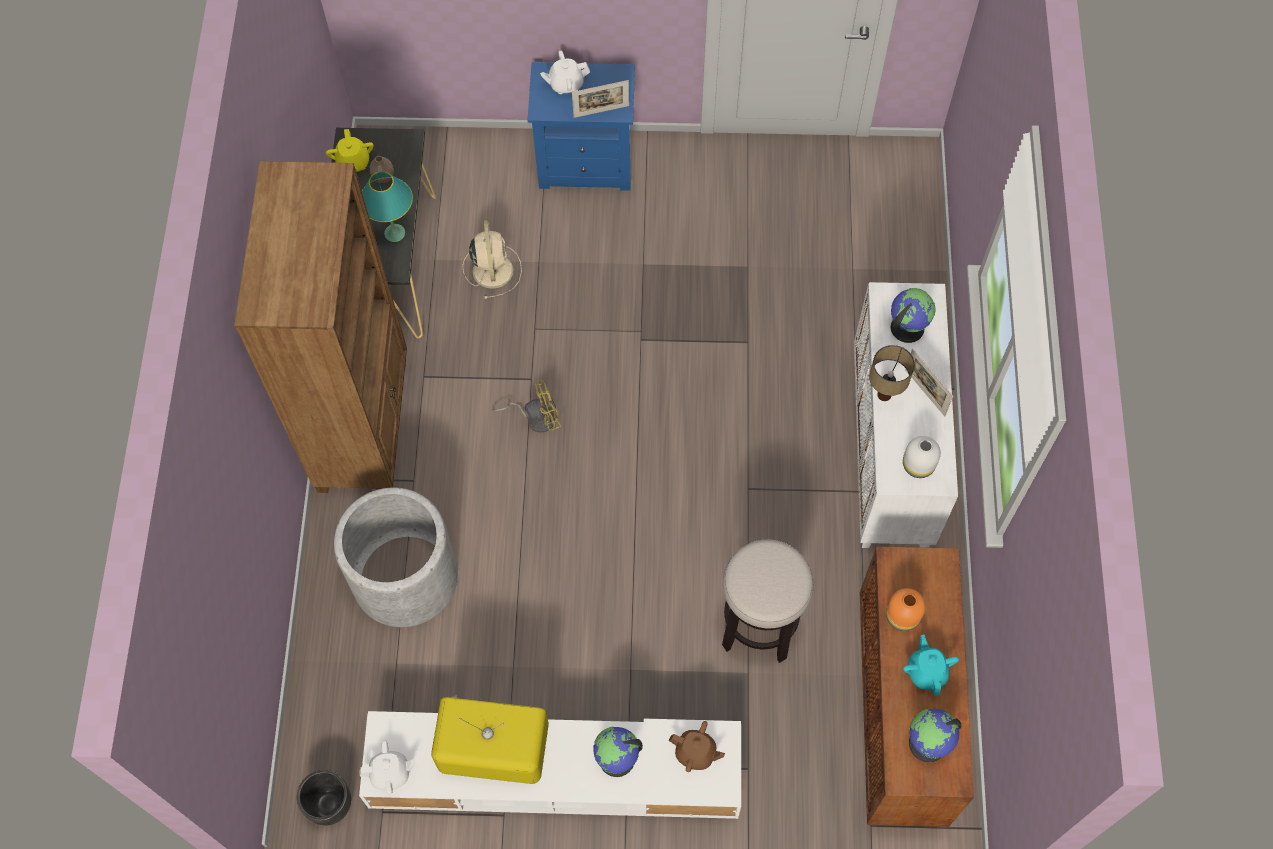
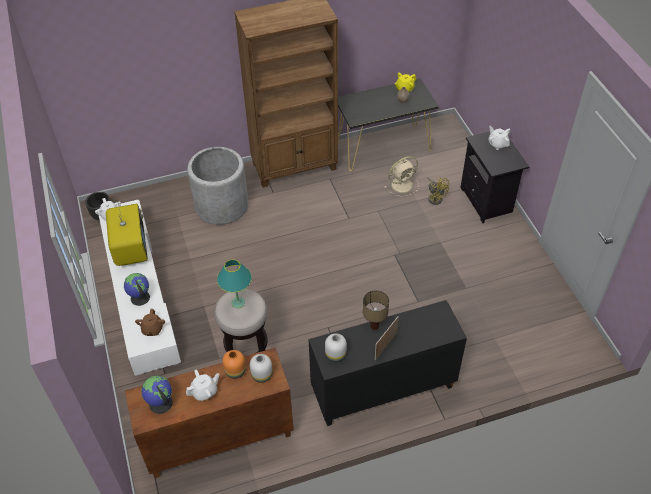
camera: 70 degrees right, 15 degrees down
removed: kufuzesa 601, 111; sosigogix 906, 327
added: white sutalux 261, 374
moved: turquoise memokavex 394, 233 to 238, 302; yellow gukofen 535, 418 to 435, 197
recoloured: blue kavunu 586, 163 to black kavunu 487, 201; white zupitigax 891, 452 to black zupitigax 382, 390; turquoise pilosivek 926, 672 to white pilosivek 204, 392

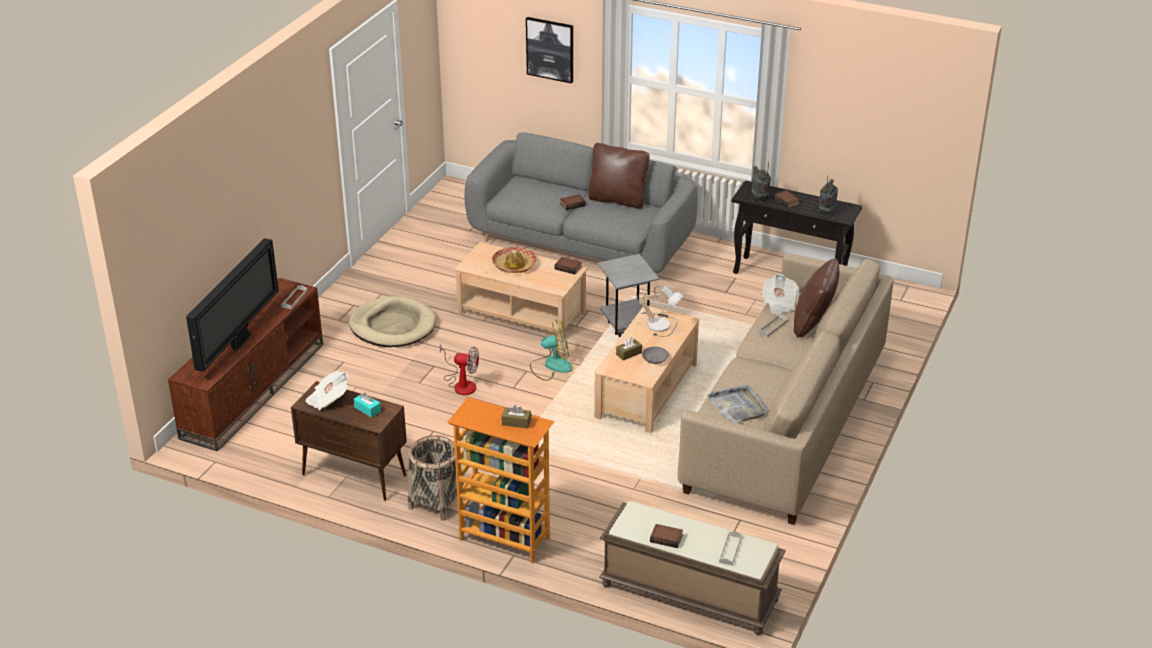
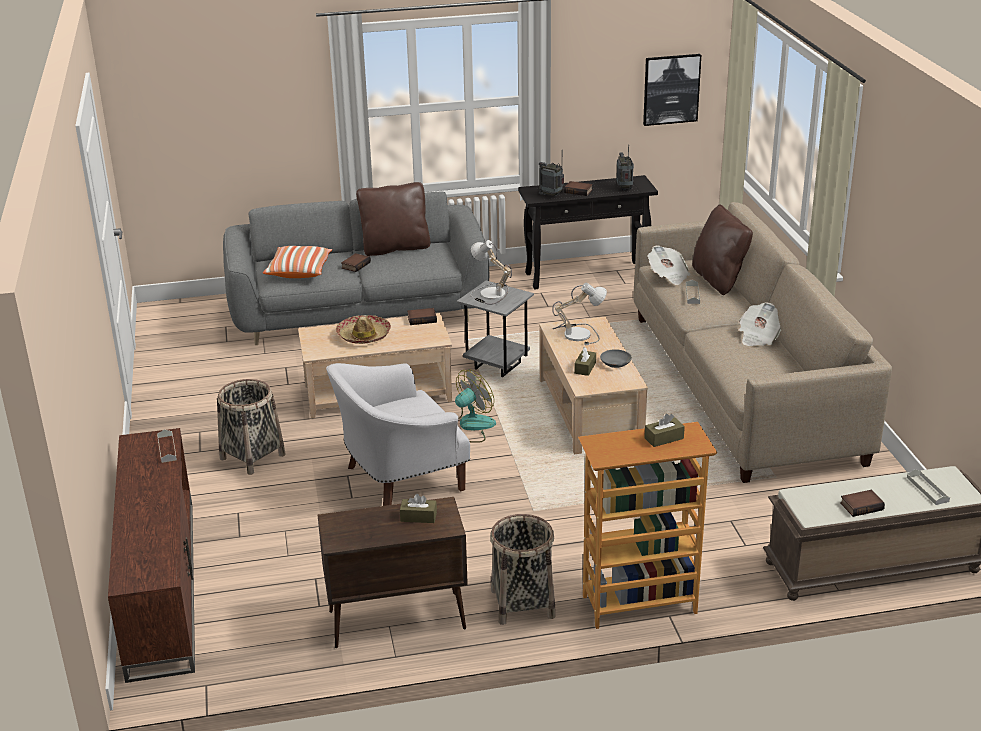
camera: 35 degrees left, 5 degrees down
removed: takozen 240, 341; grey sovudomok 738, 406
added: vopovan 299, 271; memokavex 489, 294
moved: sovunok 328, 399 to 759, 337; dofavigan 550, 49 to 671, 89
replaced: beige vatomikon 392, 326 to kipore 252, 456; gukofen 461, 384 to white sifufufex 399, 480
recoloured: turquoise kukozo 367, 409 to brown kukozo 418, 517

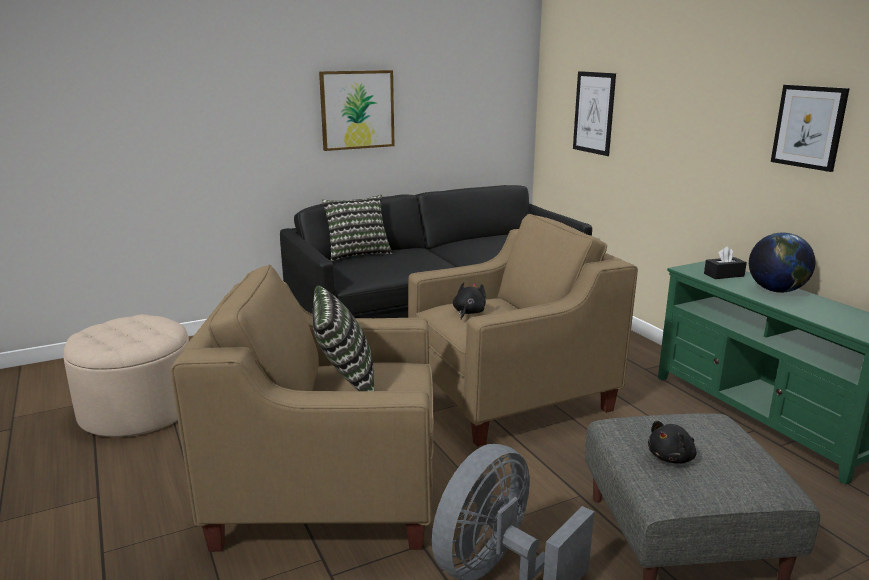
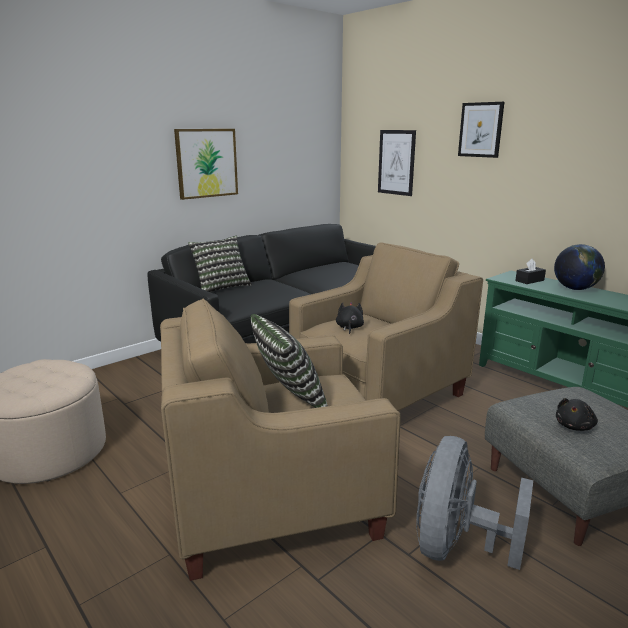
camera: 15 degrees left, 0 degrees up
moved: dofavigan 809, 127 to 480, 130

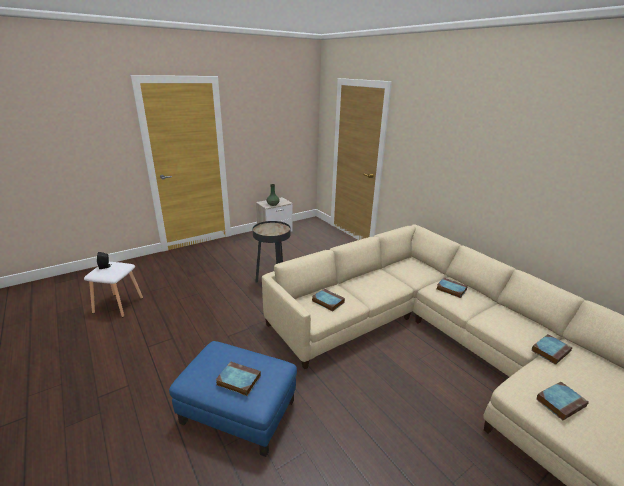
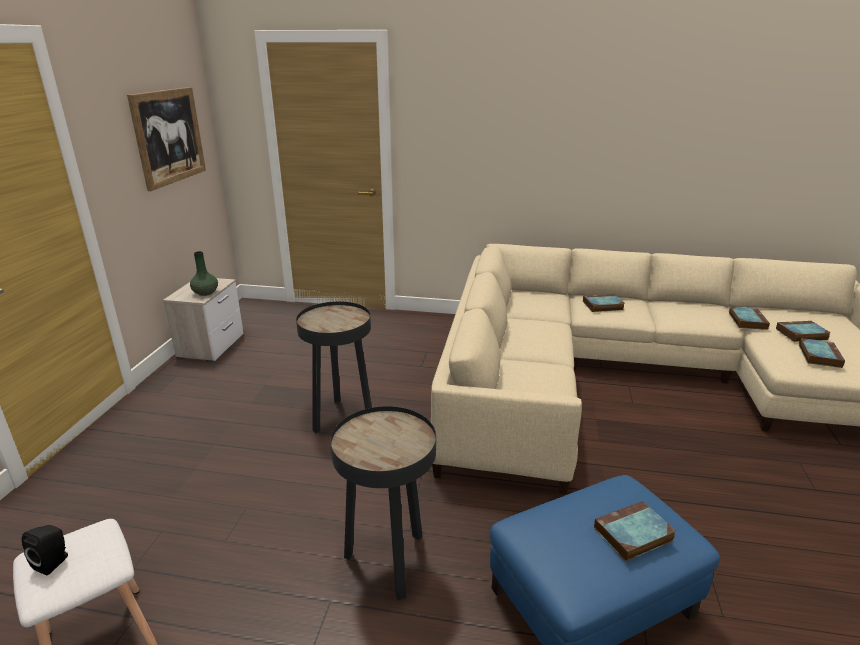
camera: 45 degrees left, 0 degrees up
added: dofavigan 169, 136; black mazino 388, 563
moved: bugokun 327, 301 to 801, 334

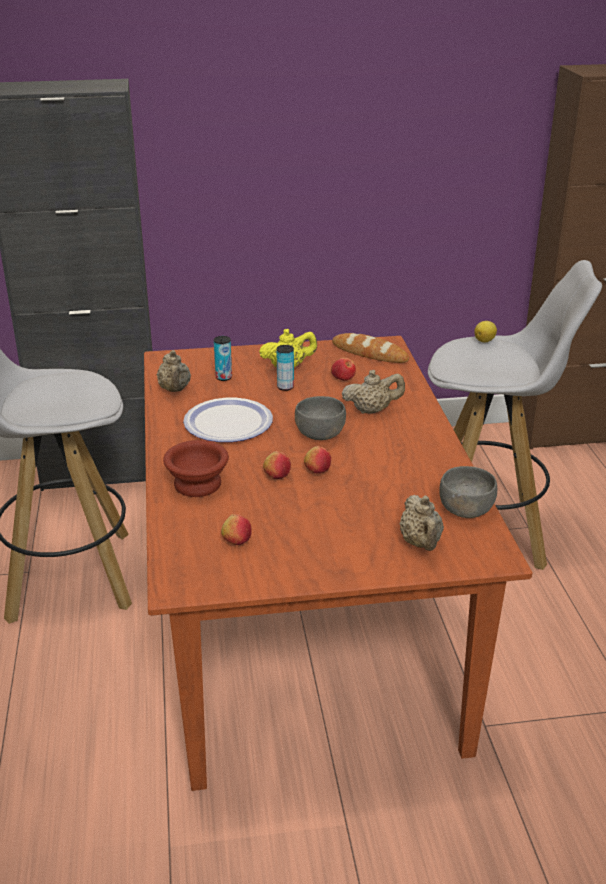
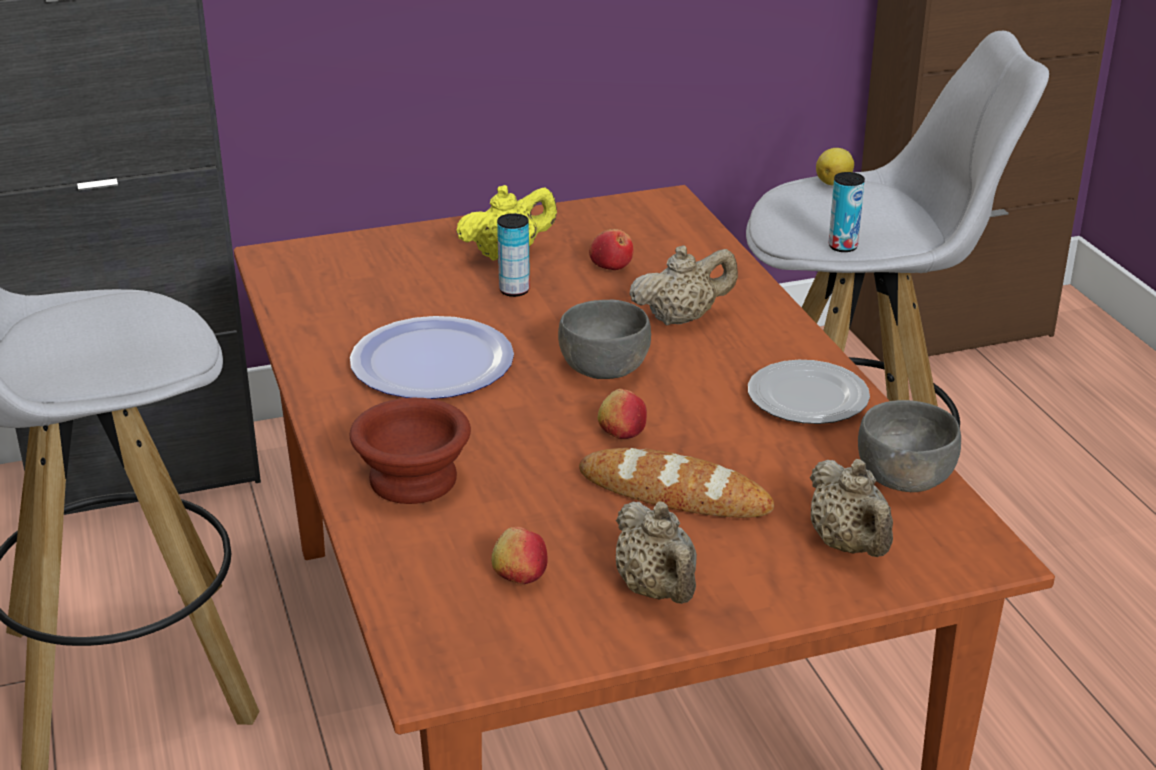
camera: 10 degrees left, 0 degrees up
removed: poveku 277, 475
added: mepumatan 809, 398
moved: beige pilosivek 175, 390 to 657, 590; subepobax 223, 377 to 843, 247; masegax 369, 353 to 674, 493

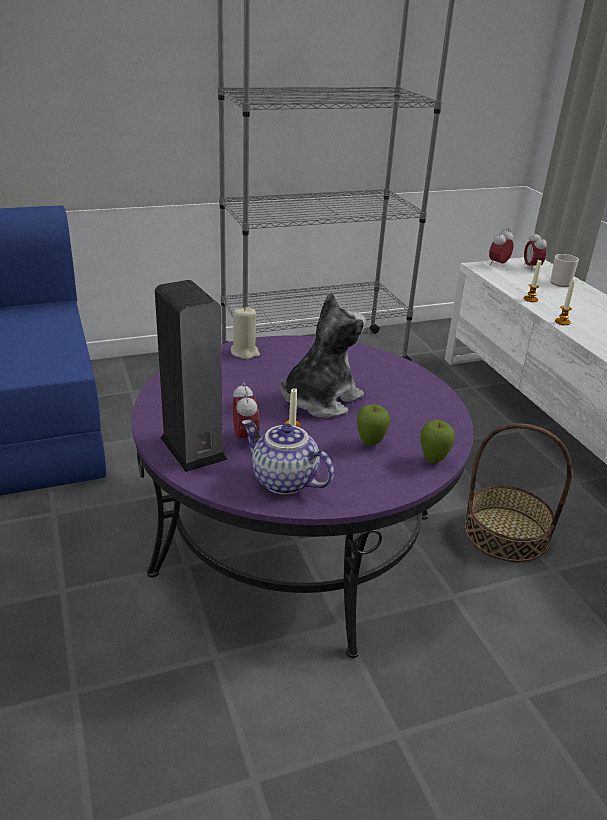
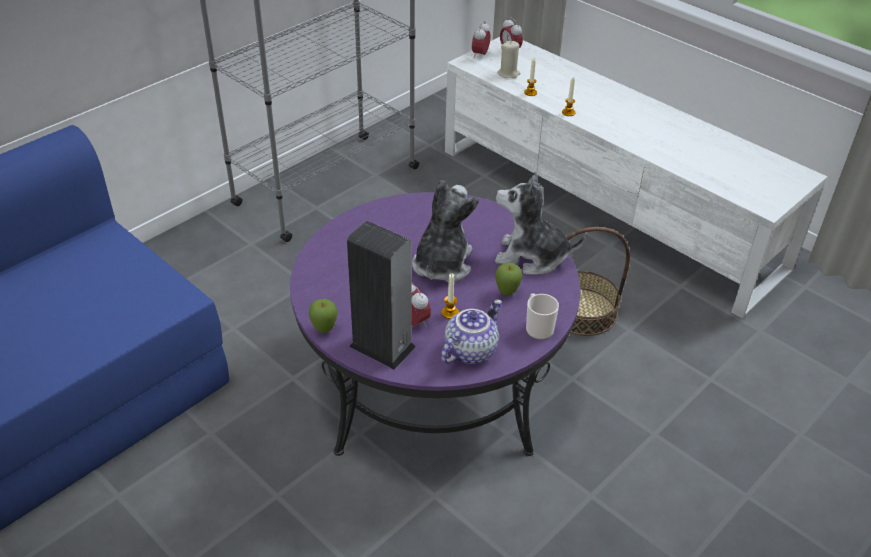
camera: 25 degrees left, 10 degrees up
added: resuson 531, 257
moved: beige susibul 245, 352 to 508, 74; poveku 433, 460 to 324, 330; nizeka 559, 282 to 538, 327
turned: pilosivek 283, 481 = 469, 350 120 degrees clockwise

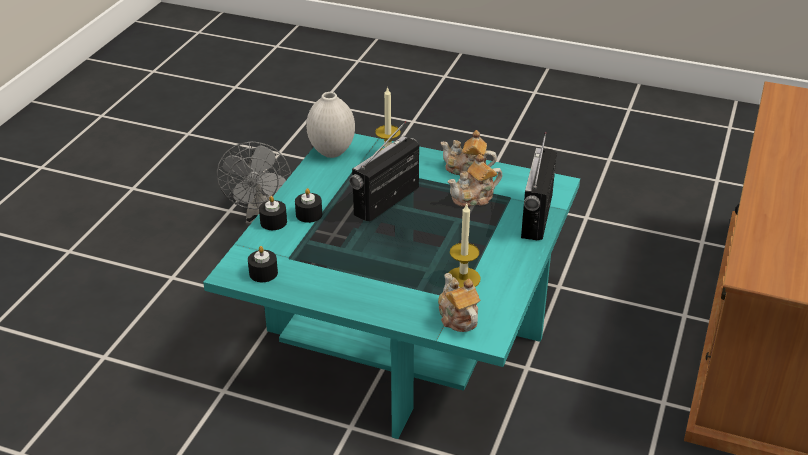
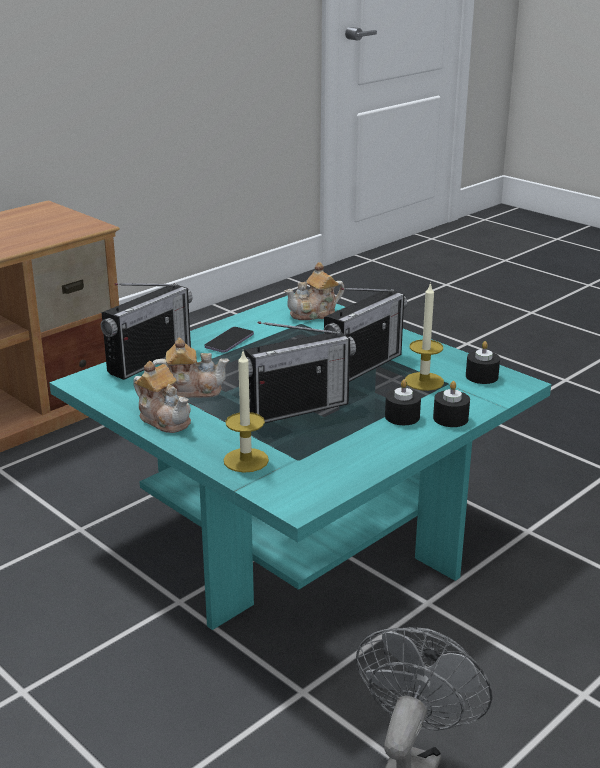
camera: 155 degrees left, 10 degrees down
removed: white sutalux 331, 152
added: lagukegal 229, 341; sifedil 363, 366
moved: susibul 463, 278 to 424, 381
turned: pilosivek 457, 317 = 314, 313 60 degrees clockwise

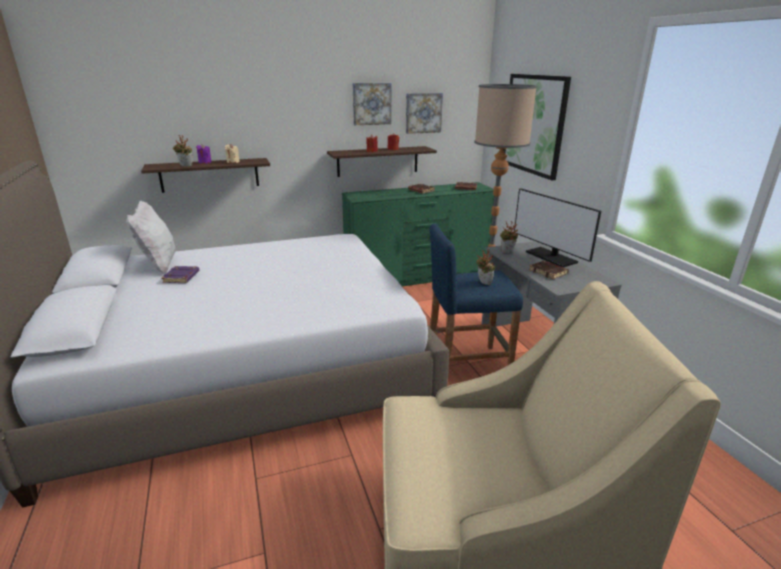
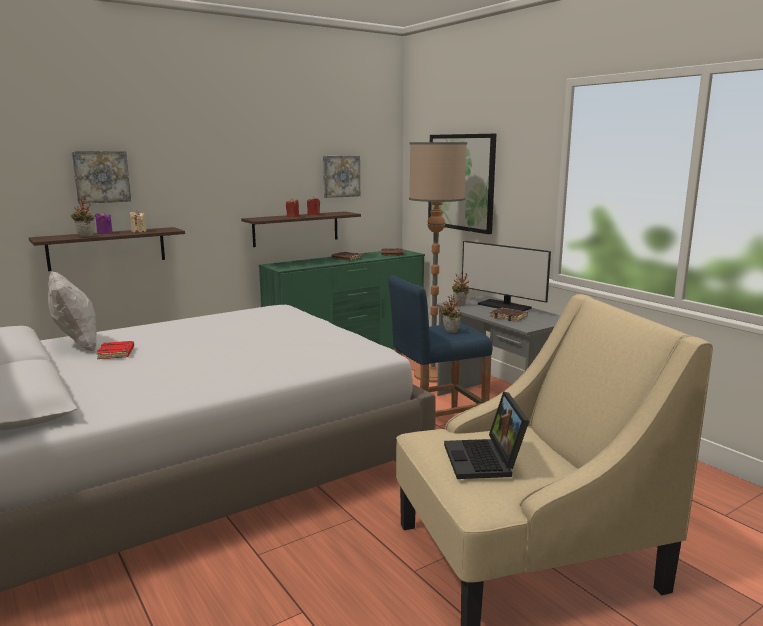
camera: 15 degrees left, 10 degrees down
added: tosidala 485, 461
moved: dofavigan 371, 103 to 101, 176
recoloured: purple bugokun 181, 277 to red bugokun 116, 353

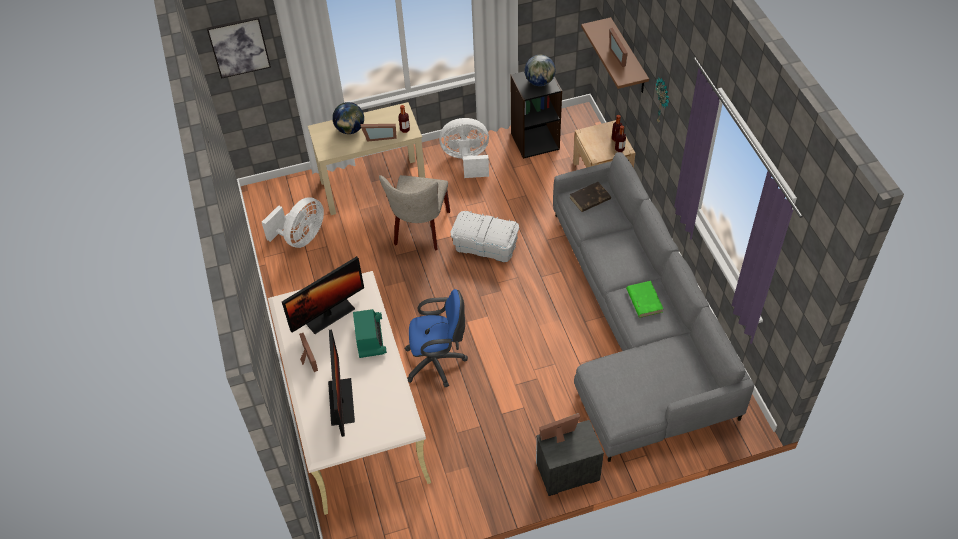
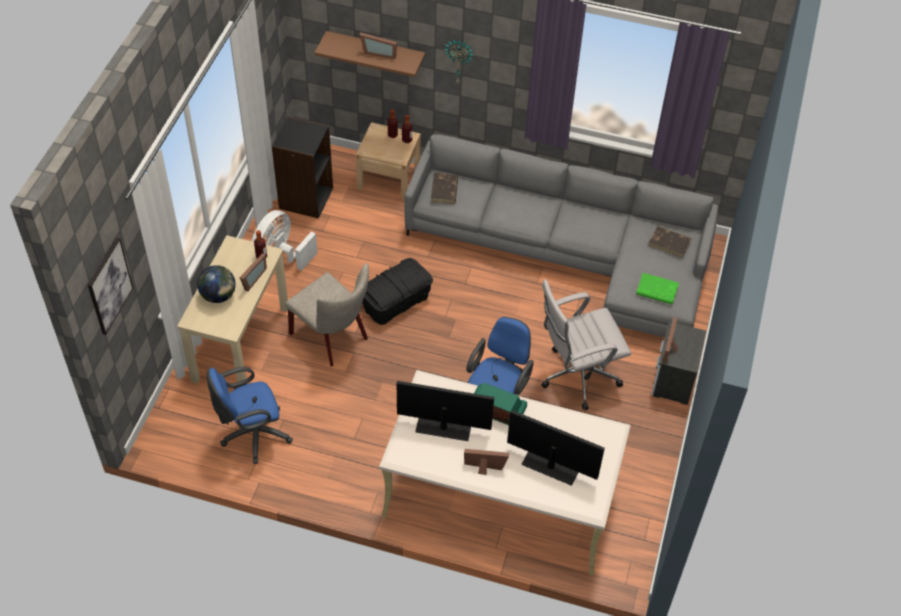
camera: 60 degrees left, 0 degrees up
removed: sosigogix 539, 82
added: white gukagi 576, 377; brown bugokun 670, 243
moved: green bugokun 644, 300 to 656, 290
replaced: white gukofen 301, 238 to blue gukagi 252, 435
recoloured: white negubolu 485, 246 to black negubolu 395, 301
turned: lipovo 329, 314 = 443, 426 75 degrees counterclockwise

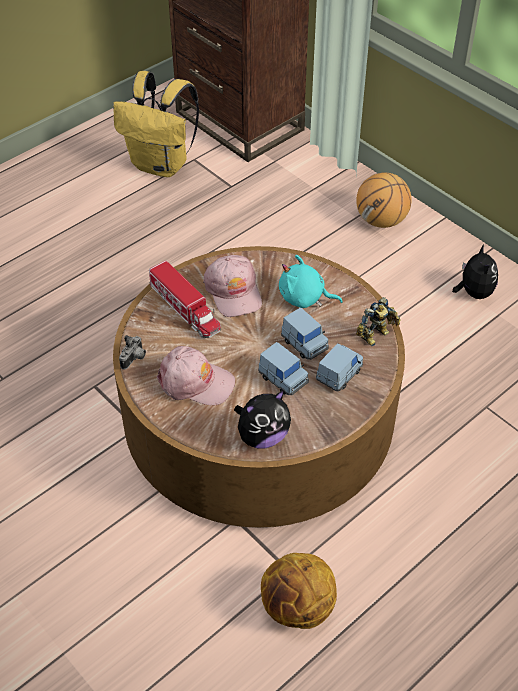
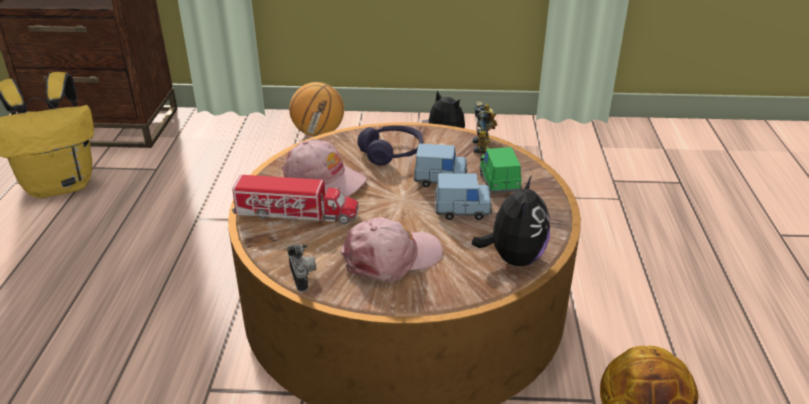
camera: 45 degrees left, 15 degrees down
replaced: turquoise resuson 304, 298 to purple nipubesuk 392, 153
recoloured: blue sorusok 339, 374 to green sorusok 499, 183

